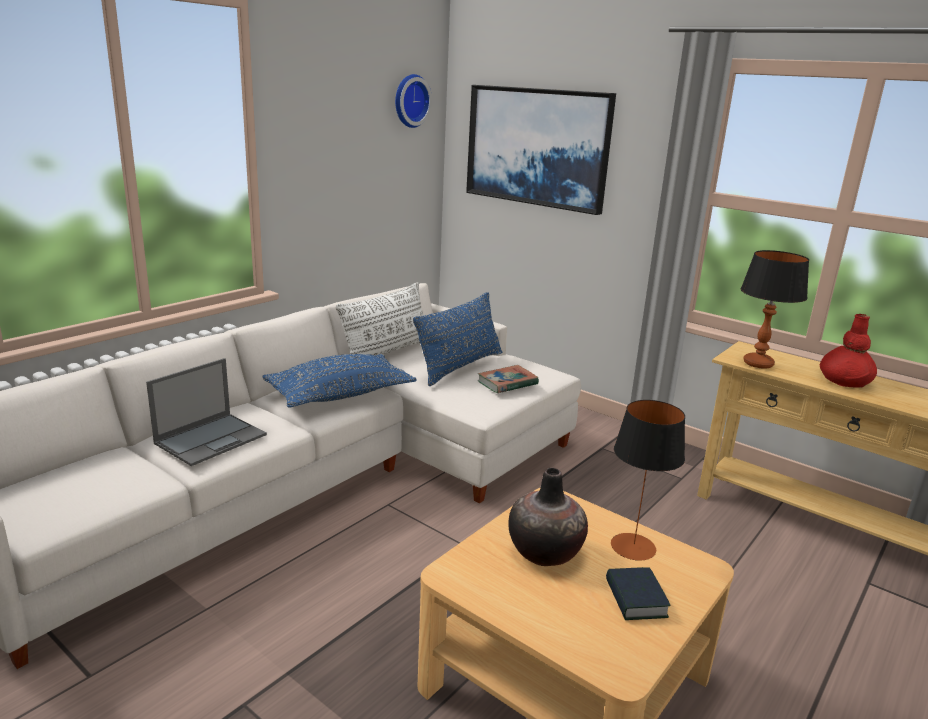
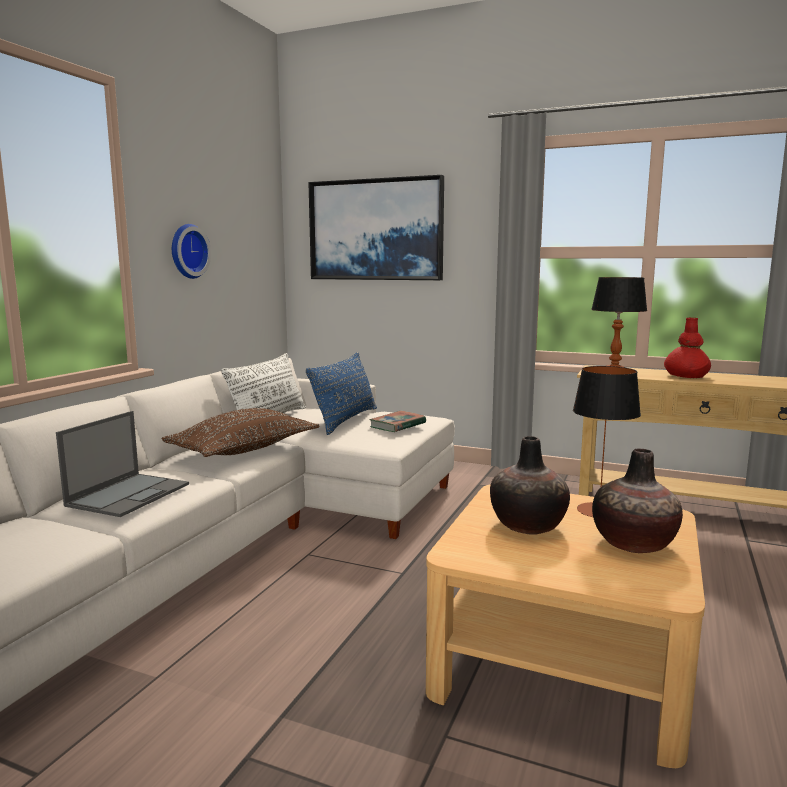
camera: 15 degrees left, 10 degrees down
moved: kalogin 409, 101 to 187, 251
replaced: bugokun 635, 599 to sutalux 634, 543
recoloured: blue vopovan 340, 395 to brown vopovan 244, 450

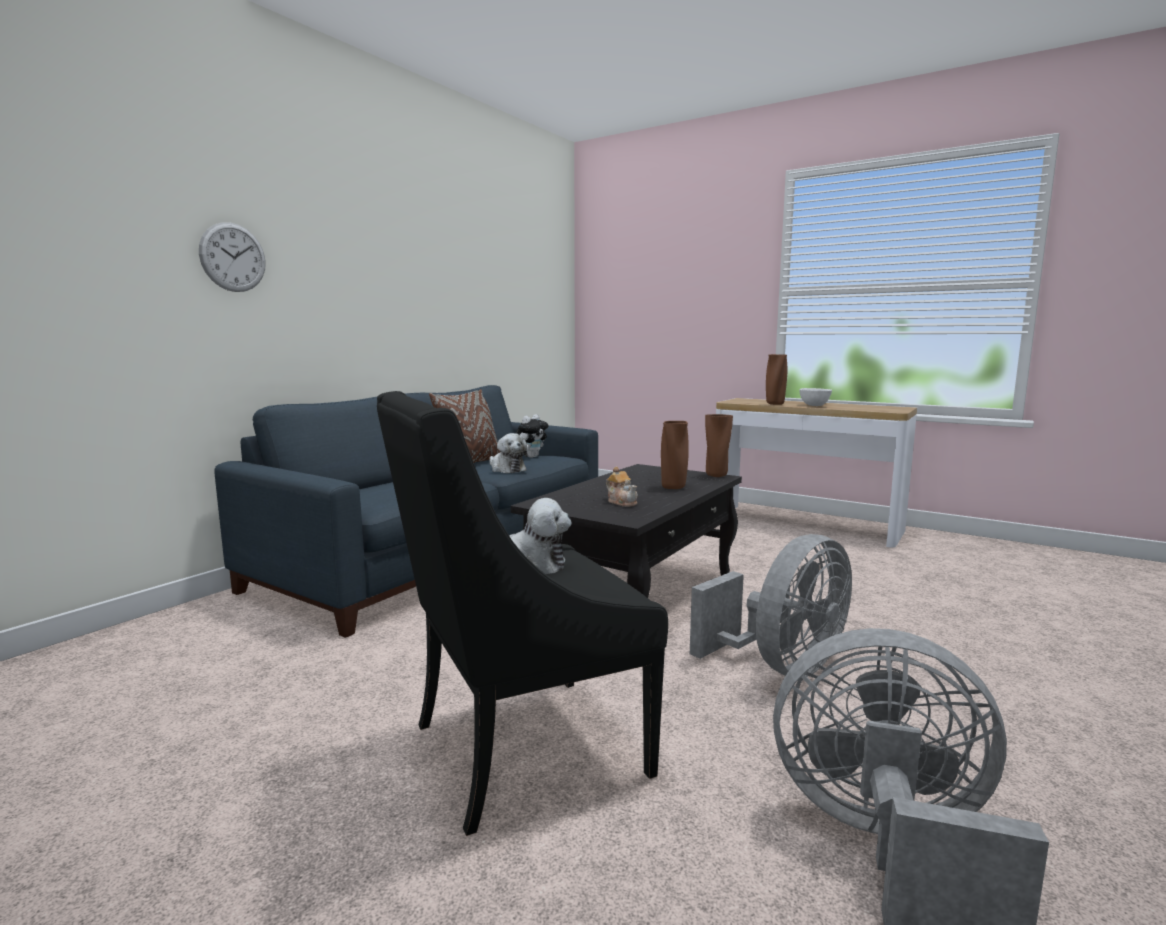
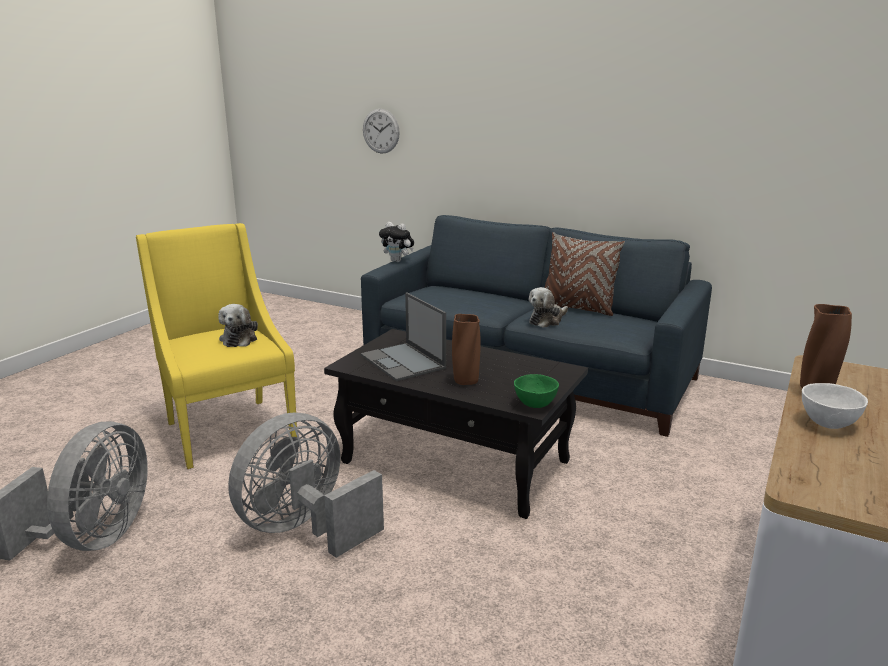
camera: 85 degrees right, 10 degrees up
moved: kalogin 233, 257 to 381, 131; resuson 531, 456 to 398, 261
replaced: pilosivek 622, 502 to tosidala 403, 362; brown sutalux 716, 476 to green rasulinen 534, 405
recoloured: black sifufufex 520, 749 to yellow sifufufex 228, 429
turned: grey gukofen 782, 666 = 305, 529 90 degrees clockwise

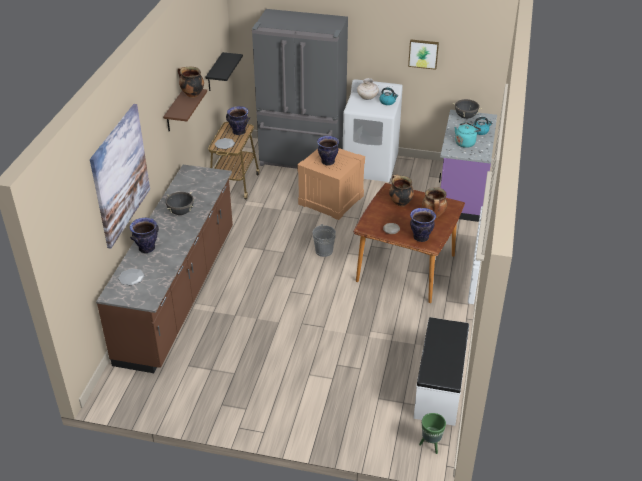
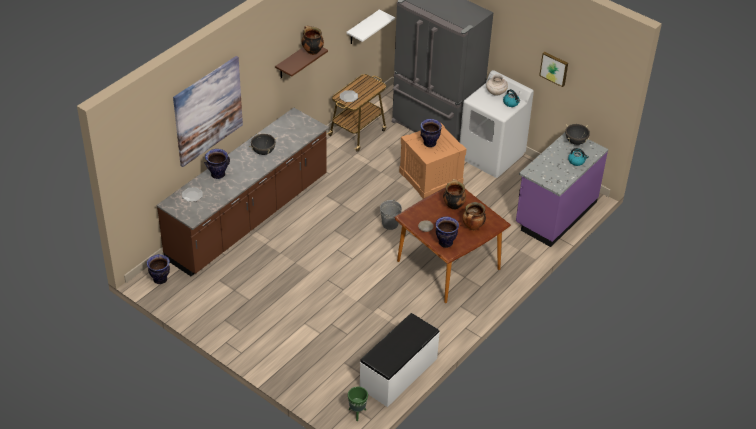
camera: 25 degrees right, 5 degrees up
removed: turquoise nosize 465, 143
moved: sutalux 239, 132 to 160, 279
recoloured: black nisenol 214, 72 to white nisenol 362, 28

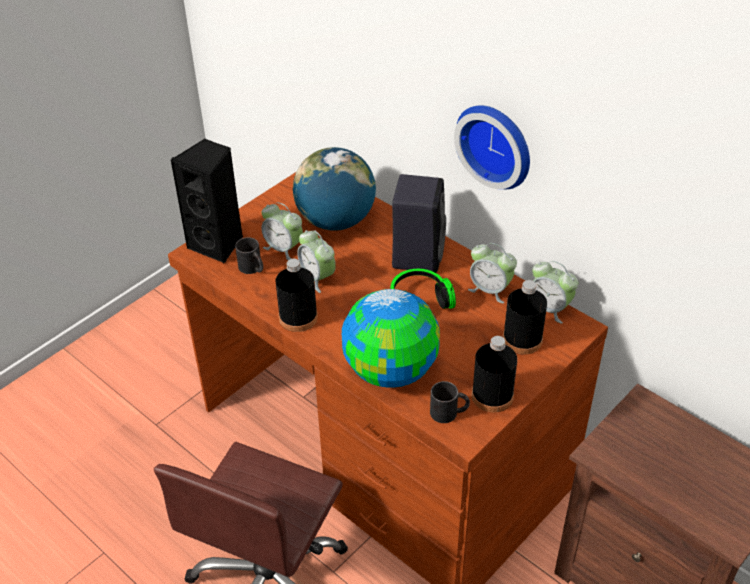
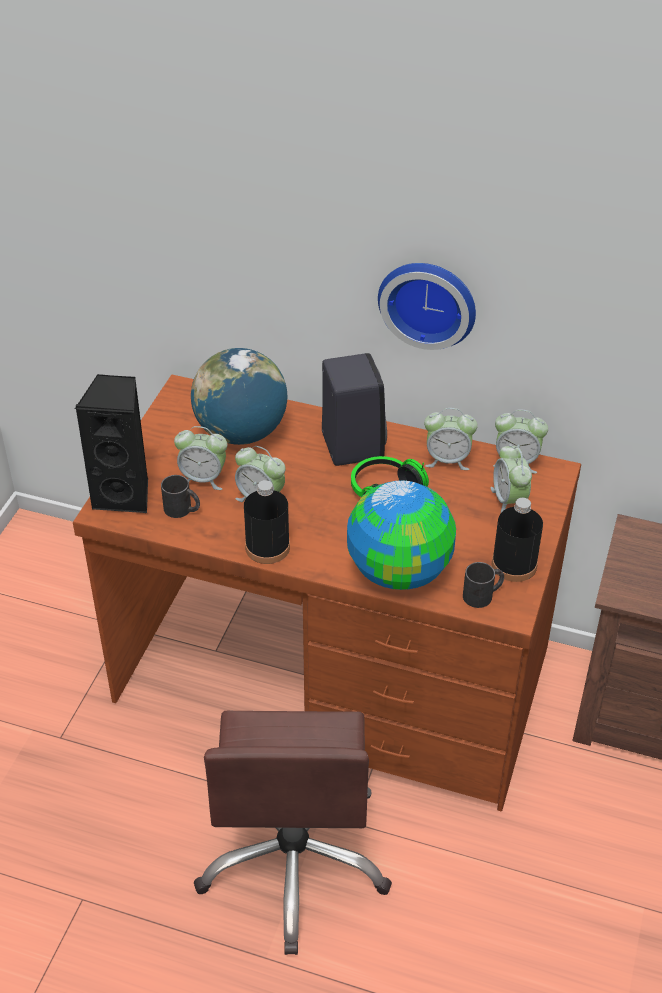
camera: 25 degrees left, 0 degrees up
replaced: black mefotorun 522, 339 to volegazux 509, 500

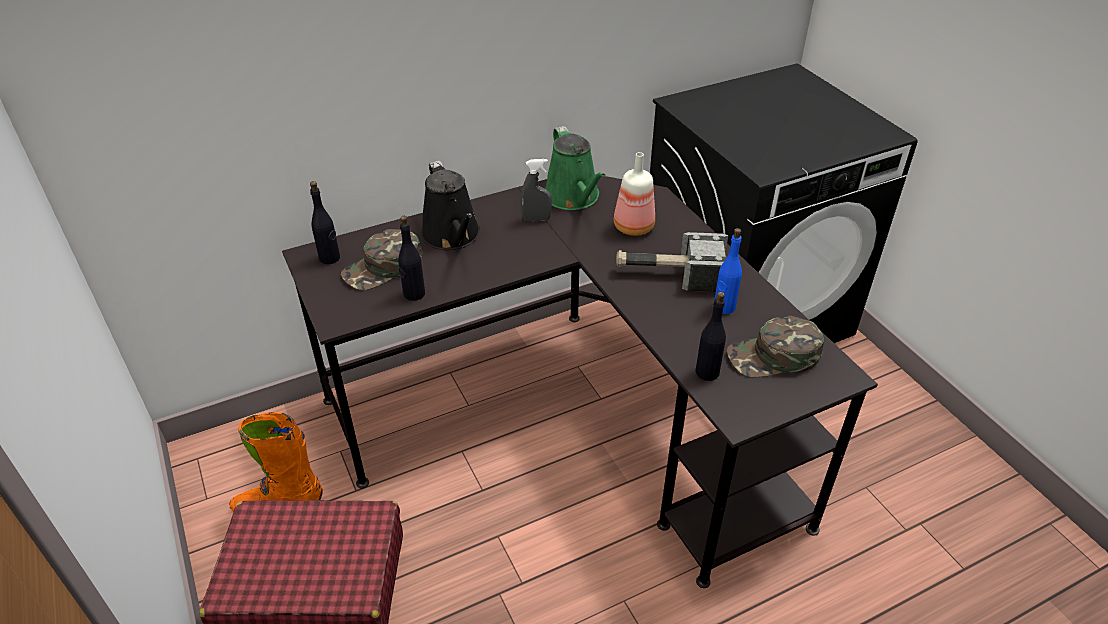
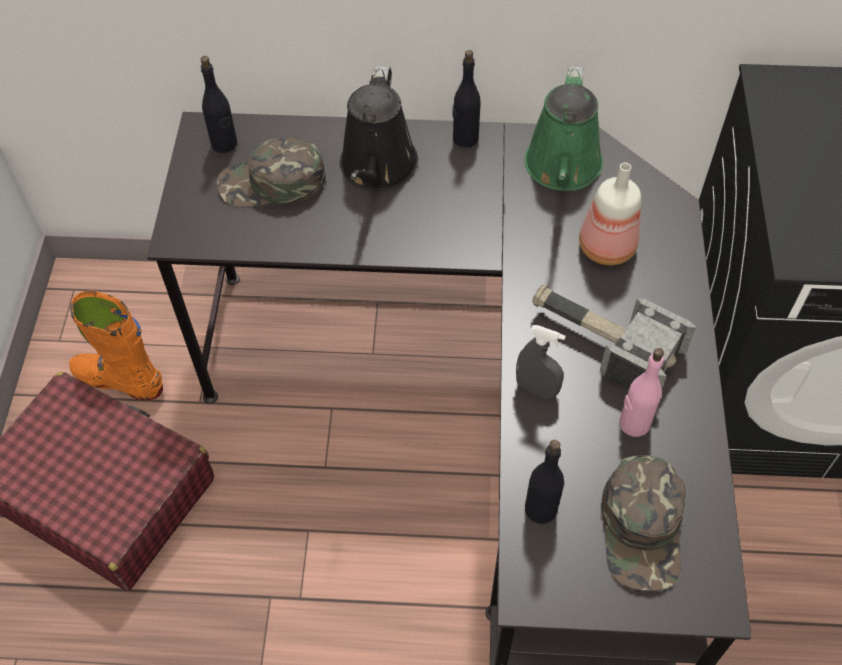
camera: 30 degrees right, 15 degrees up
moved: black mefotorun 414, 294 to 465, 138; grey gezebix 536, 219 to 536, 389
recoloured: blue mefotorun 724, 307 to pink mefotorun 634, 423
turned: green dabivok 774, 356 = 643, 528 105 degrees counterclockwise

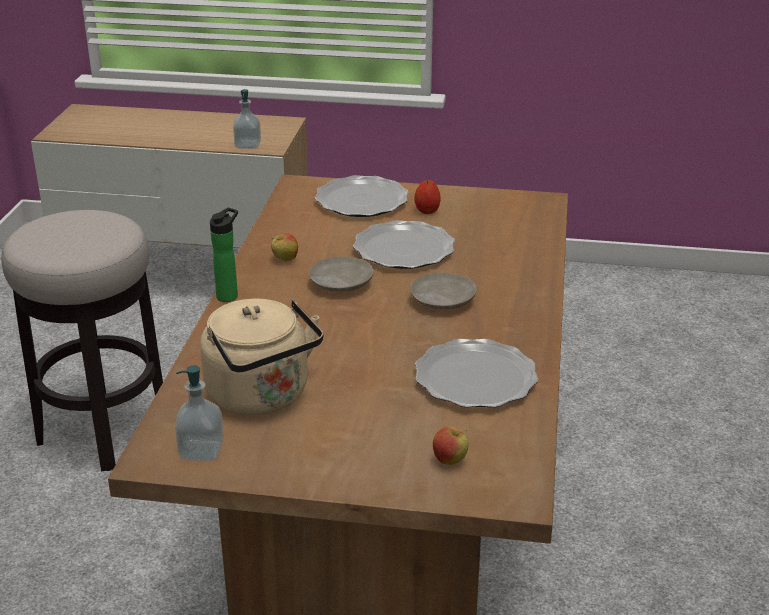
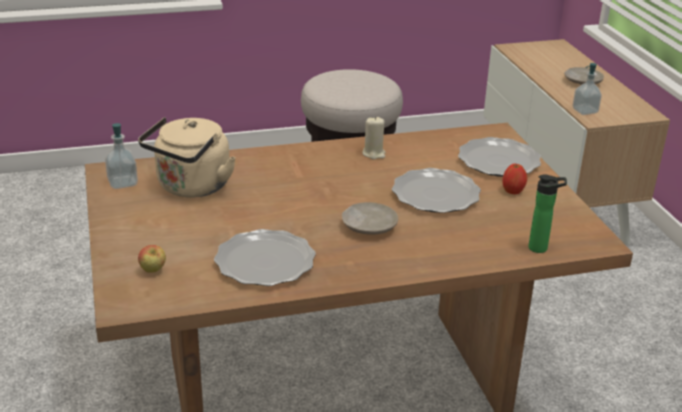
camera: 65 degrees right, 0 degrees up
moved: mefotorun 229, 295 to 541, 248; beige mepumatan 340, 283 to 582, 82
replaced: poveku 285, 260 to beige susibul 374, 154

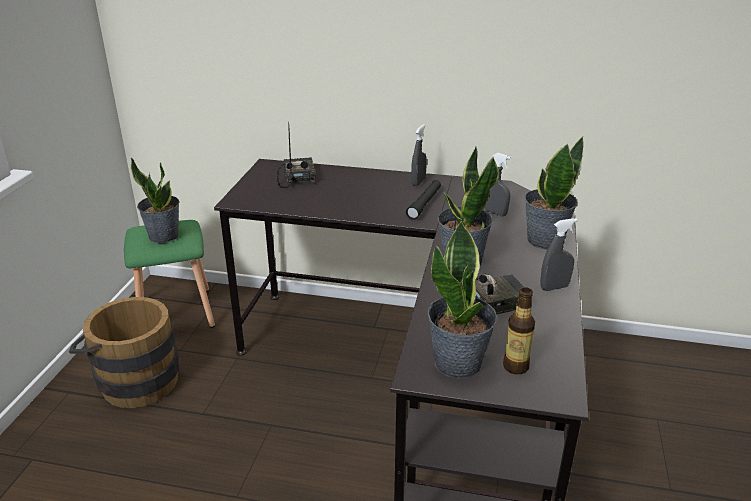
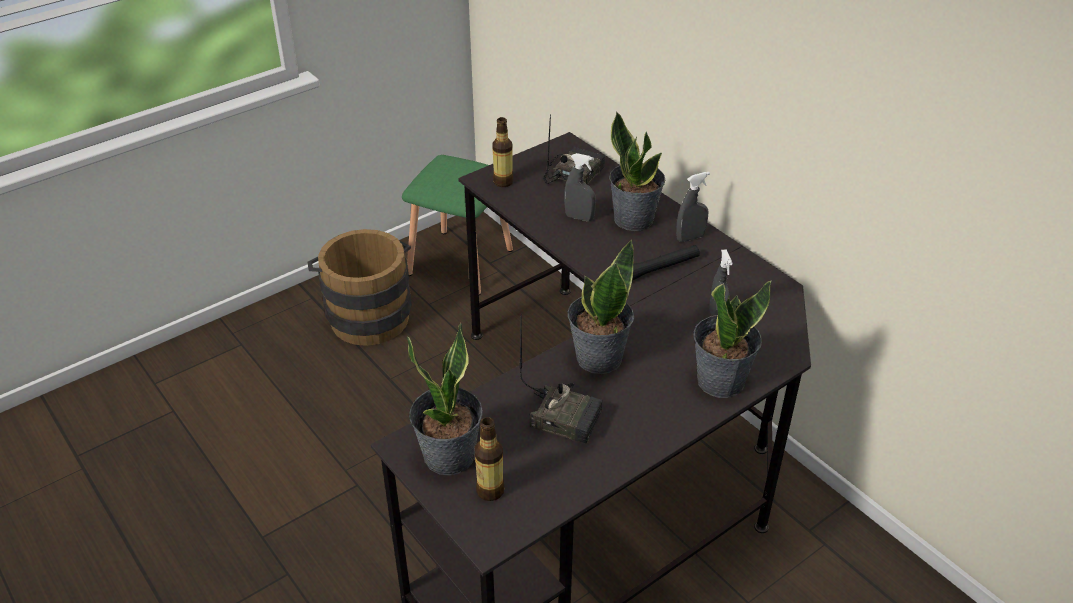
camera: 40 degrees right, 10 degrees up
added: mefotorun 503, 182
moved: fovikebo 164, 236 to 634, 219; grey gezebix 554, 287 to 579, 217

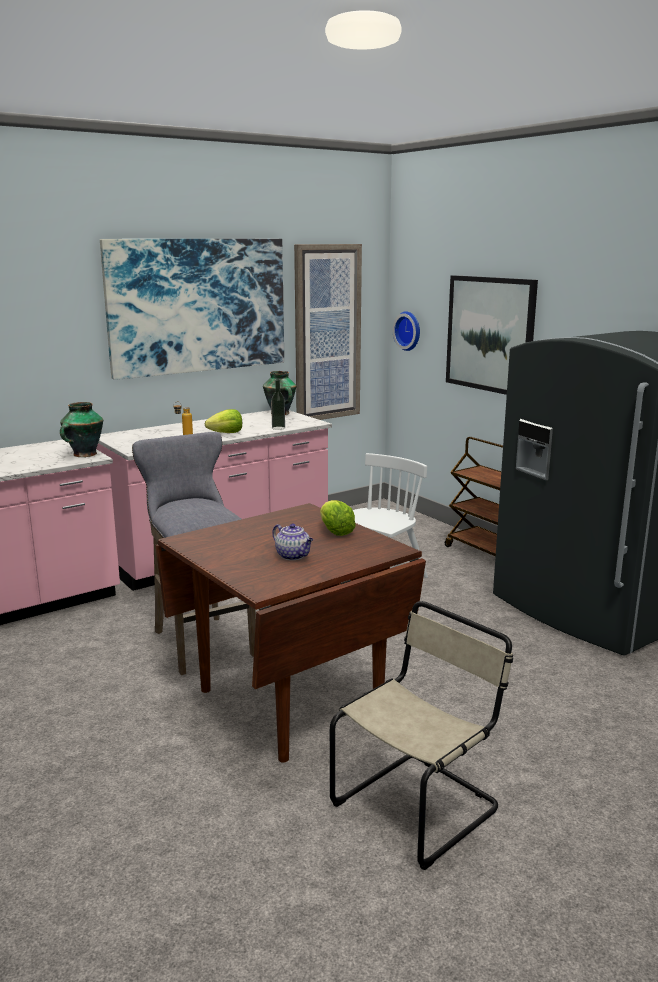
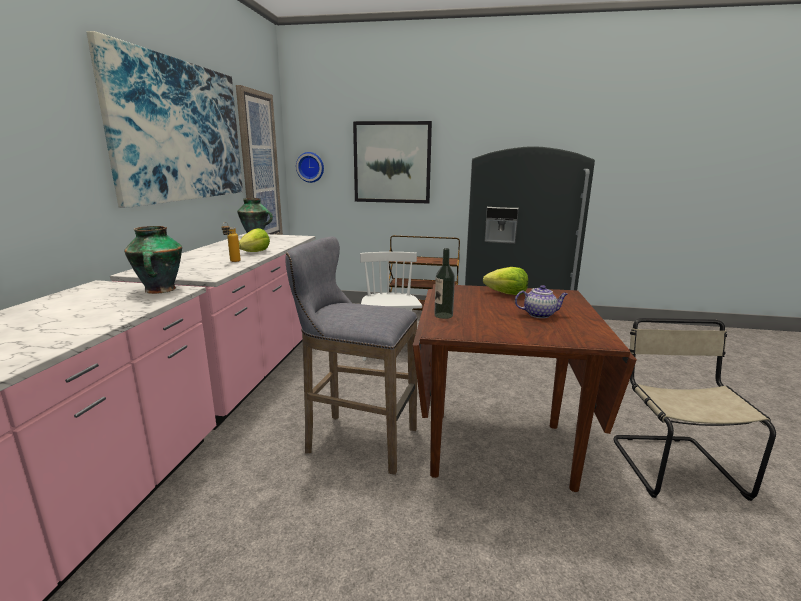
camera: 45 degrees left, 0 degrees up
moved: mefotorun 278, 428 to 443, 315

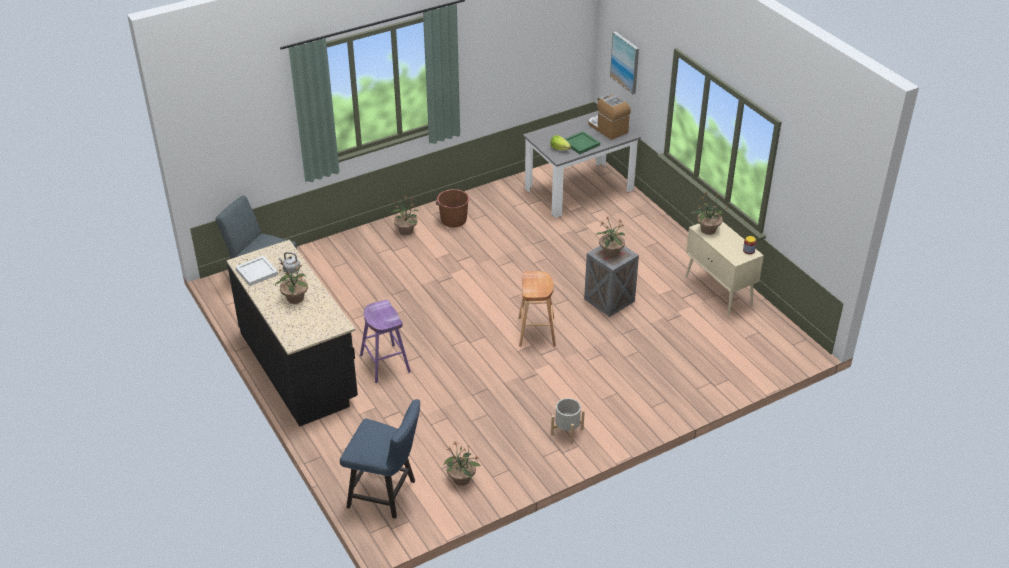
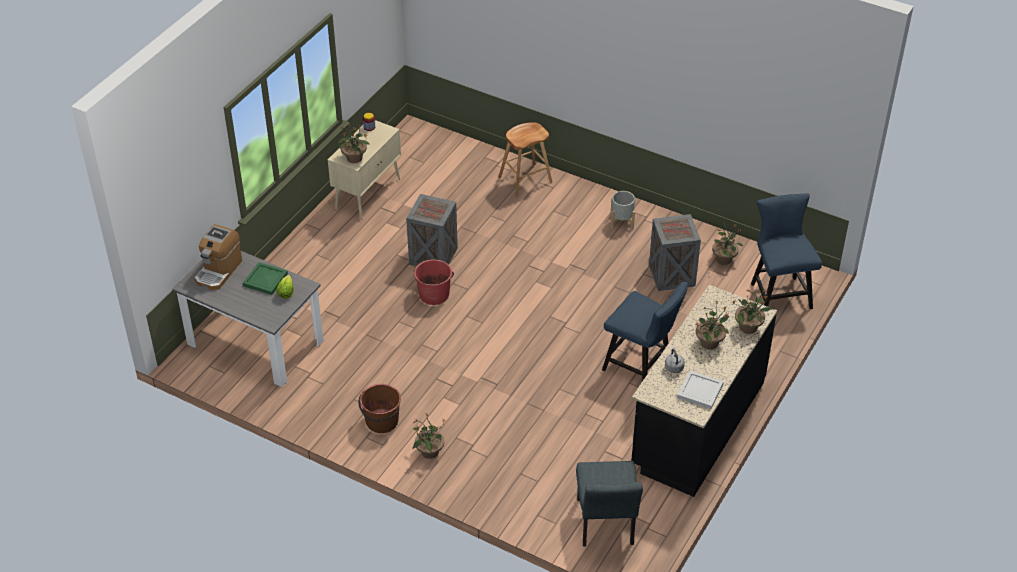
camera: 120 degrees left, 5 degrees up
removed: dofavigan 625, 62
added: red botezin 434, 294; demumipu 673, 276
moved: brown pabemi 536, 331 to 525, 180; fovikebo 611, 253 to 749, 327
replaced: purple pabemi 385, 363 to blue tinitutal 641, 366

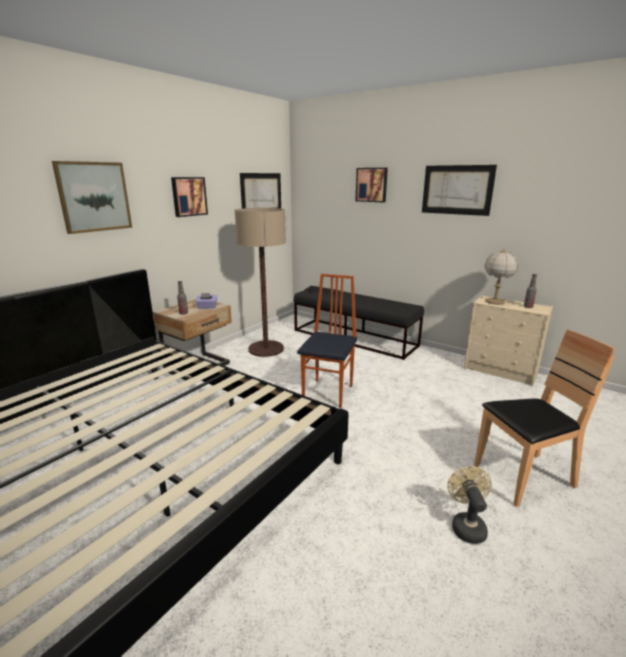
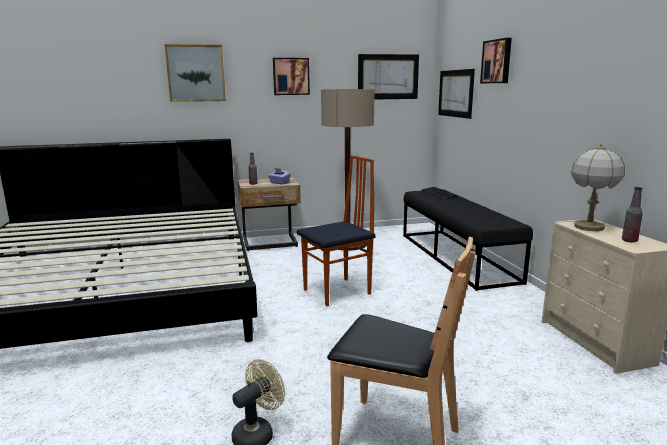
camera: 40 degrees right, 5 degrees down
moved: dofavigan 457, 190 to 455, 93

